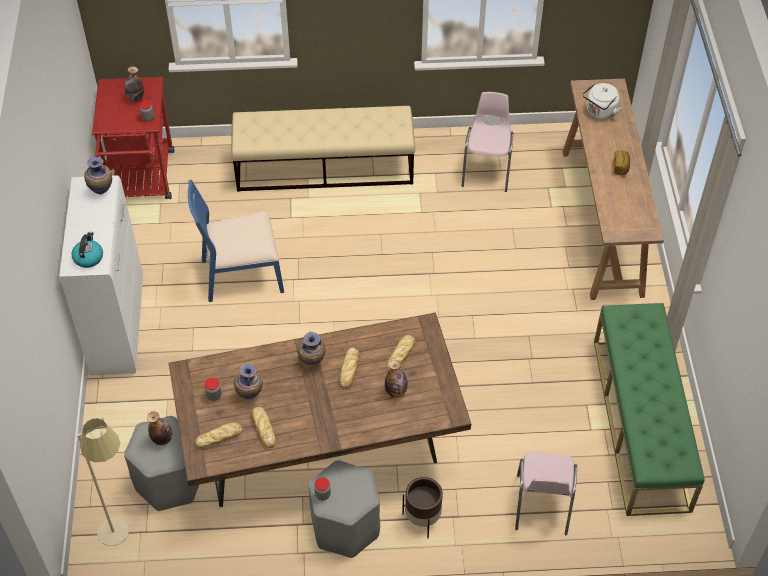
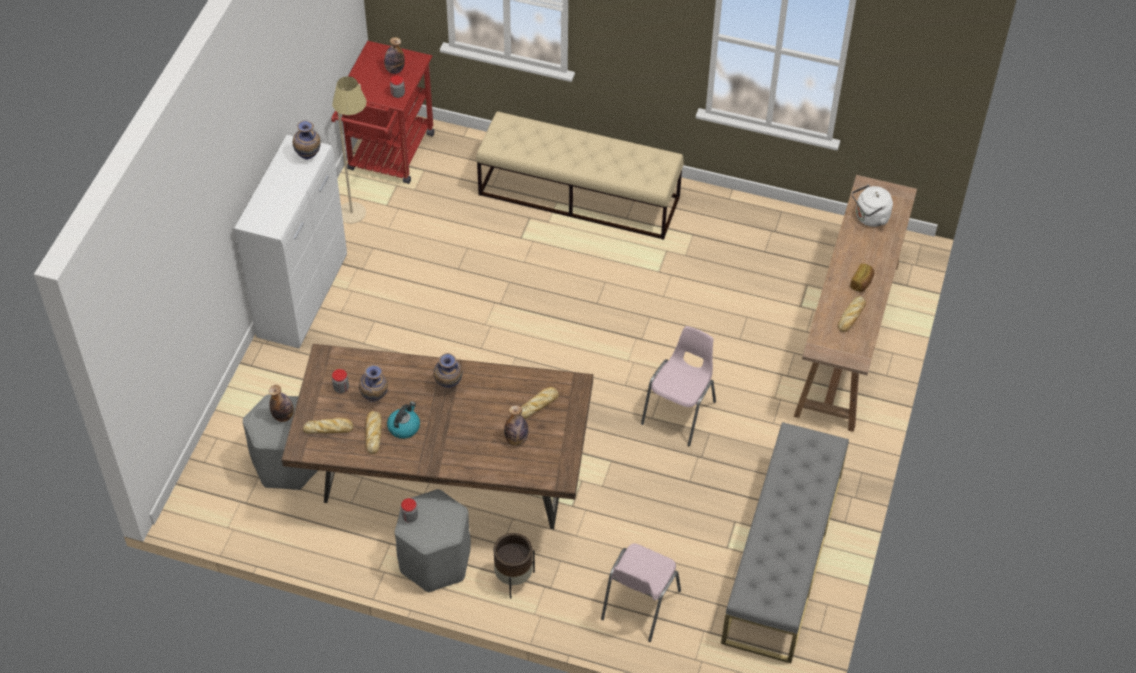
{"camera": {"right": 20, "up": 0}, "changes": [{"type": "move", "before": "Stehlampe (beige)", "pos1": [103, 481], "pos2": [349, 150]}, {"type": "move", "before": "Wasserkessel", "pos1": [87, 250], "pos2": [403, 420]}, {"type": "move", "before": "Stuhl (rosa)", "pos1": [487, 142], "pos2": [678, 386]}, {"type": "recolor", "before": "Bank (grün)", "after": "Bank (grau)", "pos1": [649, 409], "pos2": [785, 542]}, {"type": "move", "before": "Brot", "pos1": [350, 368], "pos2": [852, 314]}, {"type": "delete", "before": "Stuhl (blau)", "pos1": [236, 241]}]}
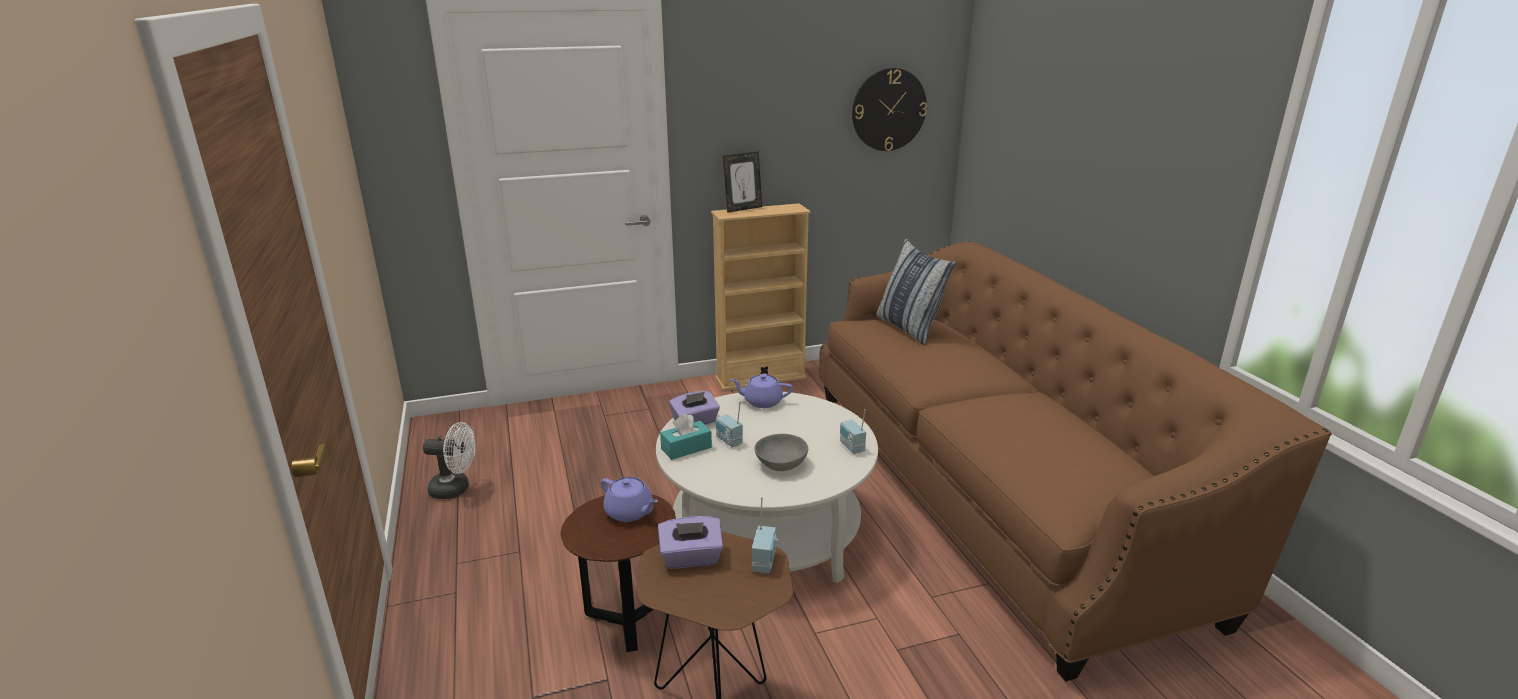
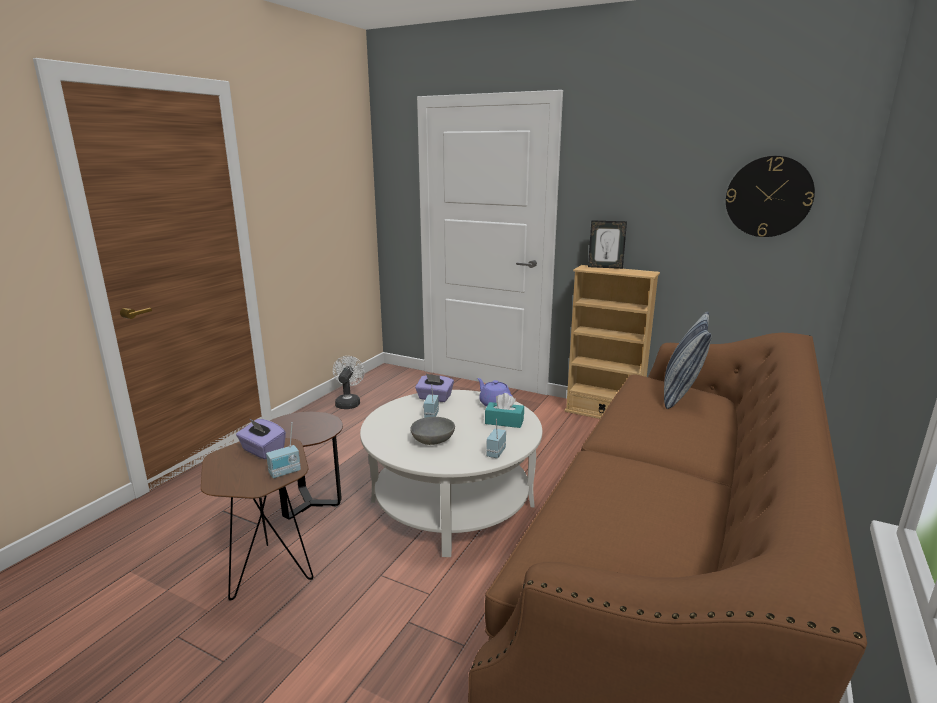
{"camera": {"right": 45, "up": -5}, "changes": [{"type": "rotate", "before": "Ventilator (weiß)", "pos1": [449, 460], "pos2": [349, 382], "turn": -135}, {"type": "move", "before": "Taschentuchbox (türkis)", "pos1": [686, 436], "pos2": [504, 410]}, {"type": "delete", "before": "Teekanne (lila)", "pos1": [629, 499]}]}
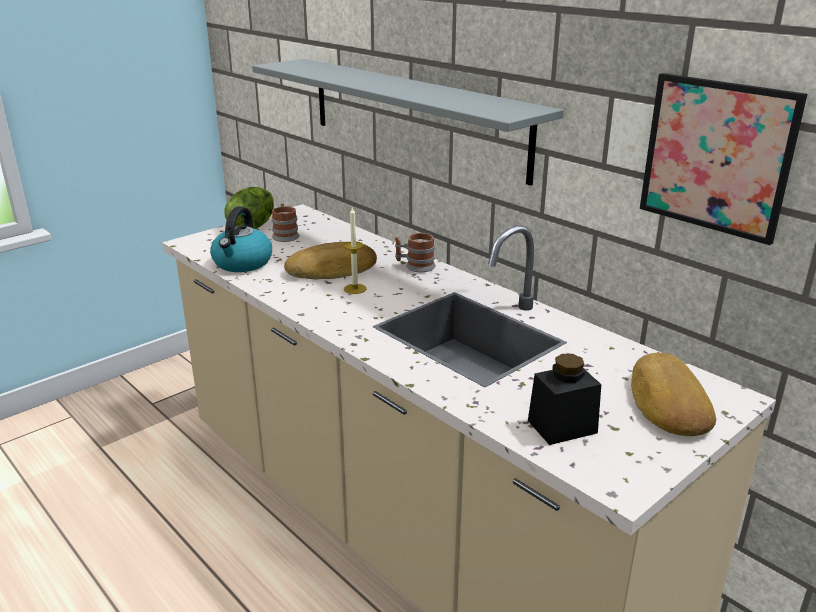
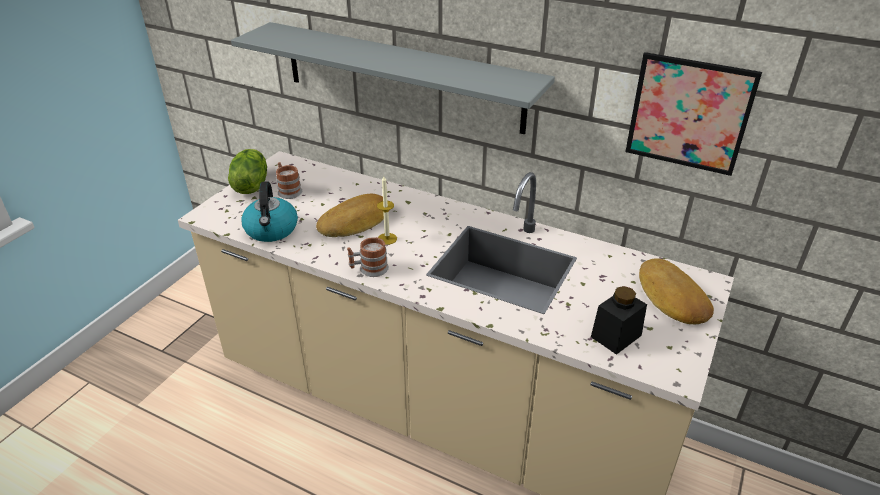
{"camera": {"right": -20, "up": 10}, "changes": [{"type": "move", "before": "Henkelbecher", "pos1": [415, 252], "pos2": [368, 257]}]}
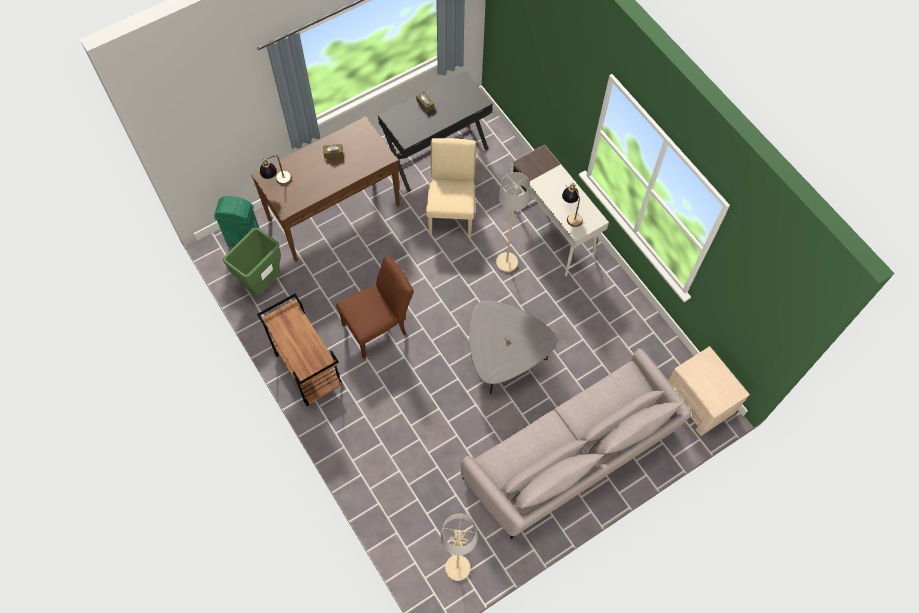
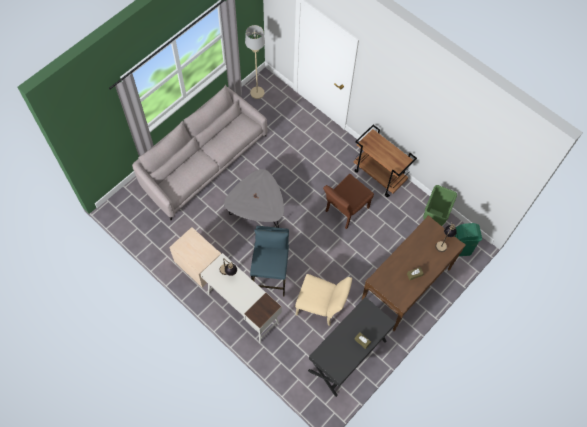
{"camera": {"right": 165, "up": 0}, "changes": [{"type": "move", "before": "Nachttisch (beige)", "pos1": [709, 391], "pos2": [195, 257]}, {"type": "replace", "before": "Stehlampe (beige)", "after": "Hocker (blau)", "pos1": [513, 222], "pos2": [269, 261]}, {"type": "rotate", "before": "Stuhl (beige)", "pos1": [451, 187], "pos2": [323, 300], "turn": -60}]}
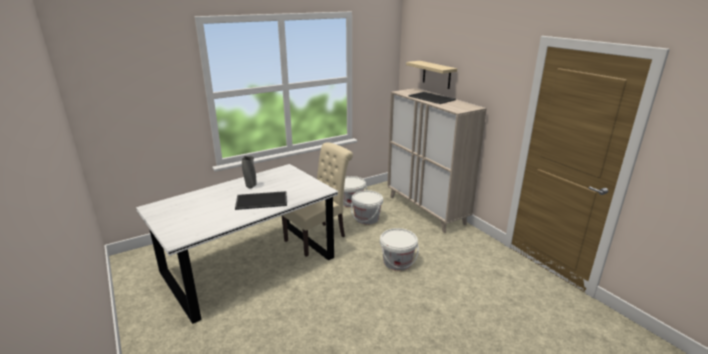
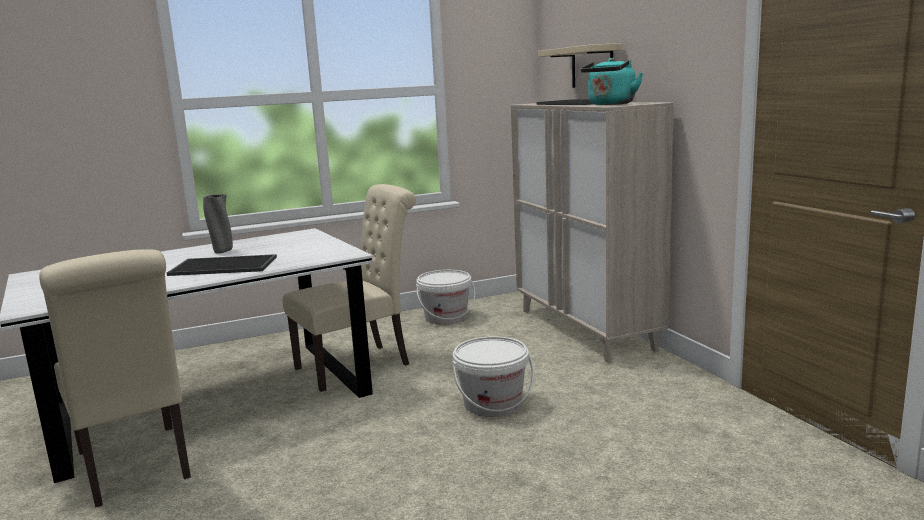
{"camera": {"right": 10, "up": -10}, "changes": [{"type": "insert", "after": "Stuhl (beige)", "pos2": [115, 378]}, {"type": "insert", "after": "Wasserkessel (türkis)", "pos2": [612, 81]}, {"type": "delete", "before": "Eimer (weiß)", "pos1": [367, 207]}]}
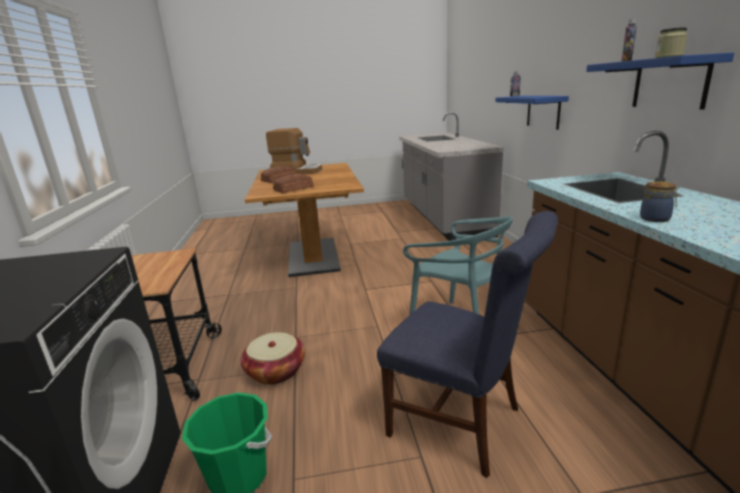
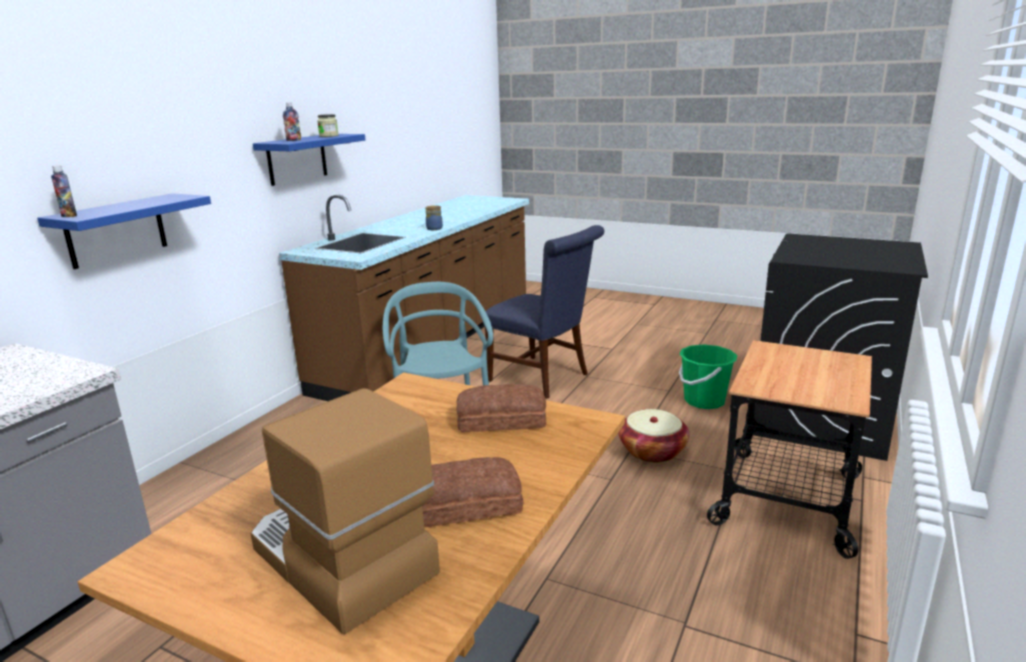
{"camera": {"right": -145, "up": 0}, "changes": [{"type": "rotate", "before": "Stuhl (blau)", "pos1": [467, 344], "pos2": [543, 312], "turn": 150}]}
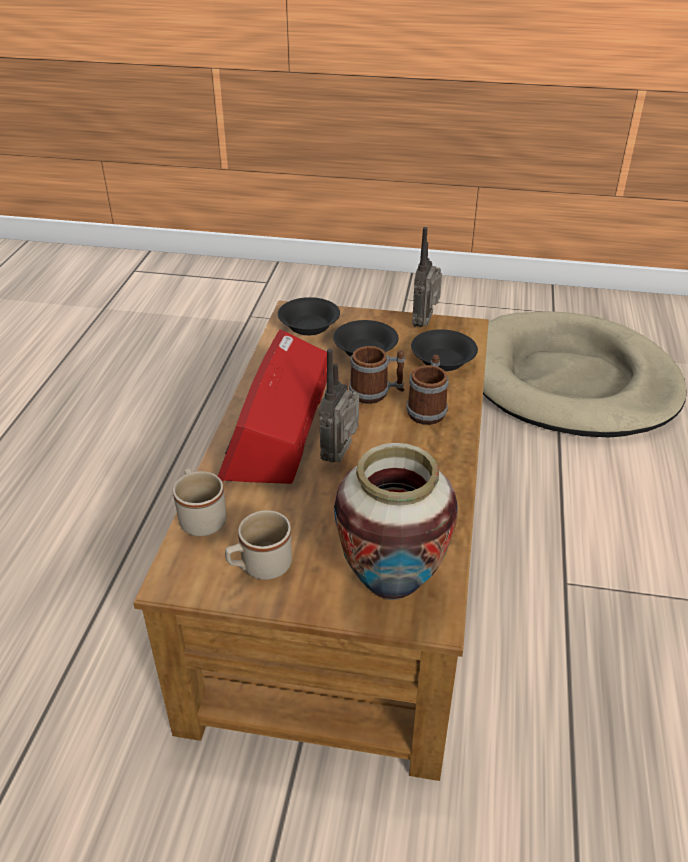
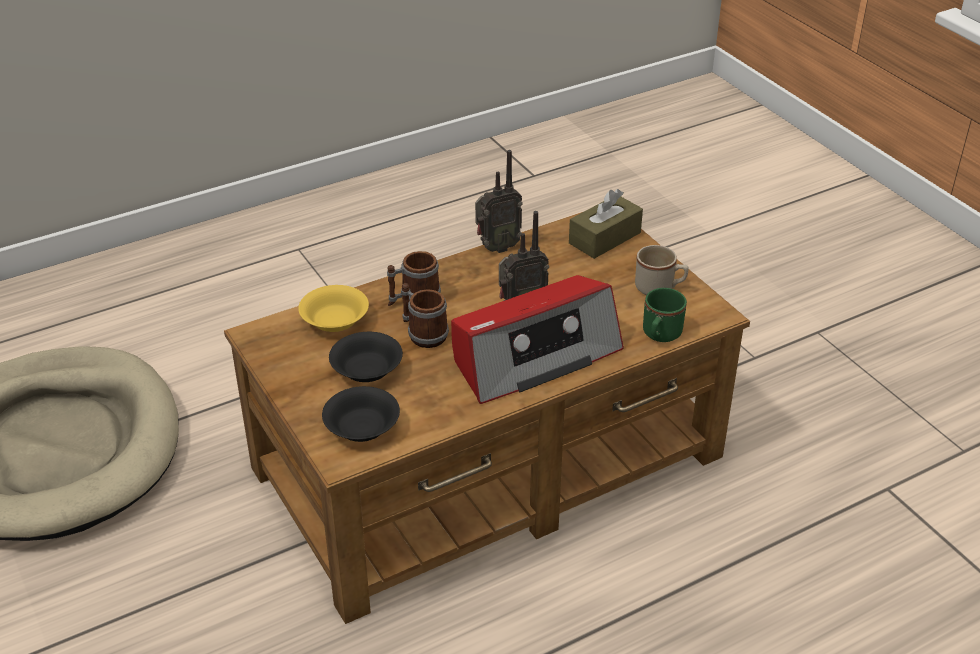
{"camera": {"right": -130, "up": 0}, "changes": [{"type": "recolor", "before": "Schüssel (schwarz)", "after": "Schüssel (gelb)", "pos1": [444, 350], "pos2": [333, 308]}, {"type": "move", "before": "Radio", "pos1": [427, 277], "pos2": [499, 201]}, {"type": "replace", "before": "Vase", "after": "Taschentuchbox (braun)", "pos1": [396, 521], "pos2": [606, 224]}, {"type": "recolor", "before": "Henkelbecher (beige)", "after": "Henkelbecher (grün)", "pos1": [199, 502], "pos2": [665, 315]}]}
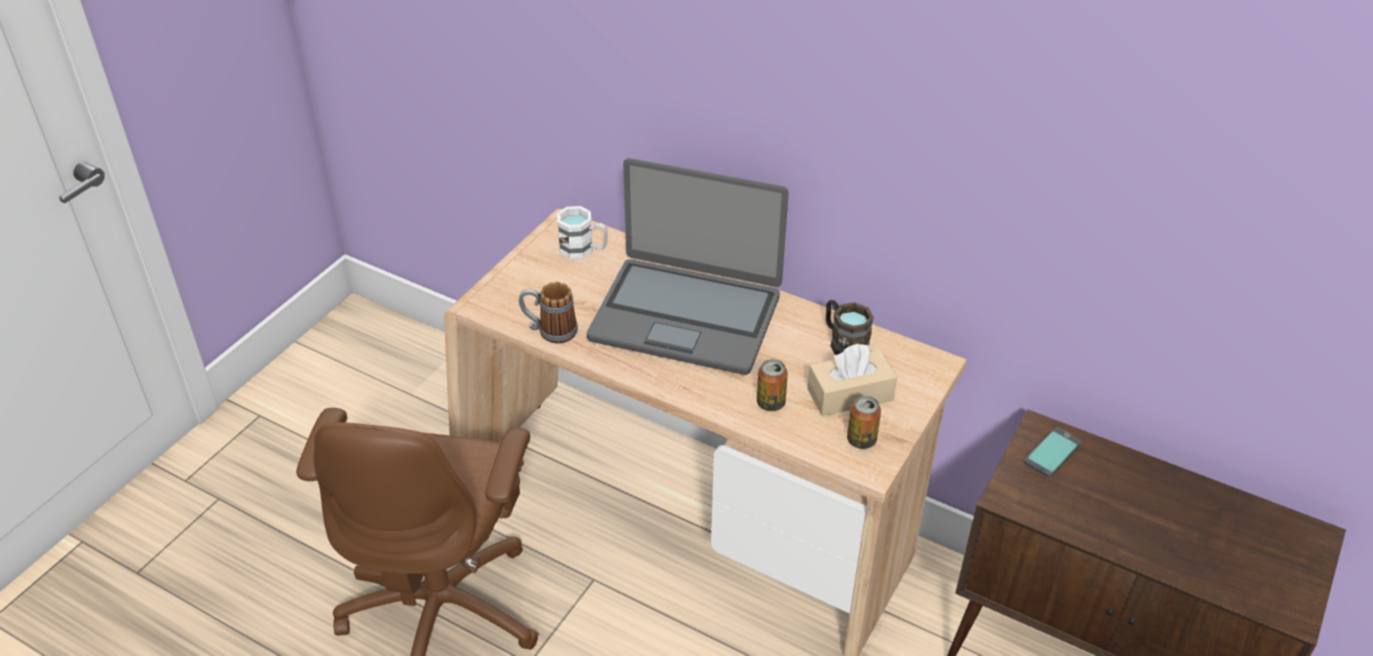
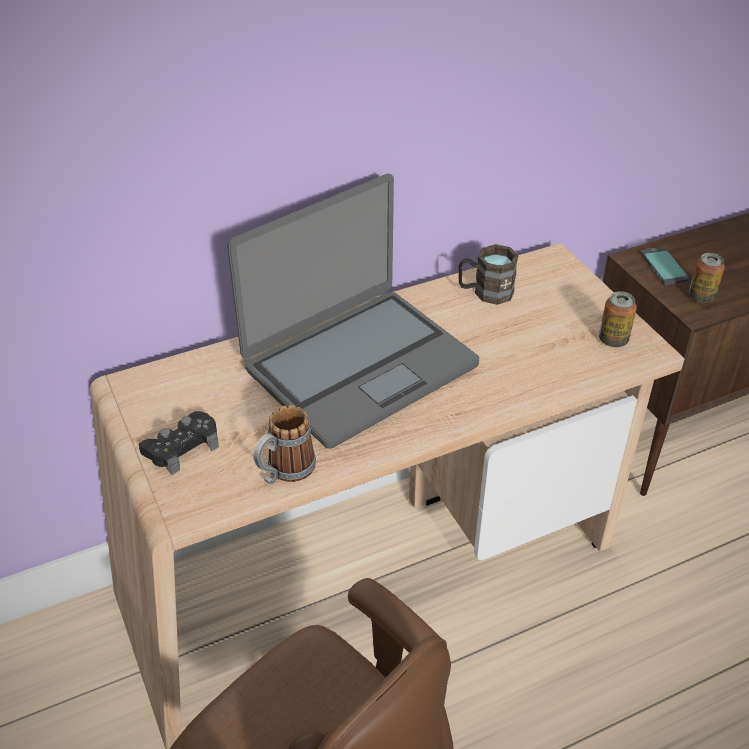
{"camera": {"right": -55, "up": 0}, "changes": [{"type": "insert", "after": "Gamepad (schwarz)", "pos2": [179, 443]}, {"type": "move", "before": "Dose", "pos1": [772, 385], "pos2": [707, 278]}, {"type": "delete", "before": "Henkelbecher (weiß)", "pos1": [582, 232]}, {"type": "delete", "before": "Taschentuchbox (beige)", "pos1": [852, 379]}]}
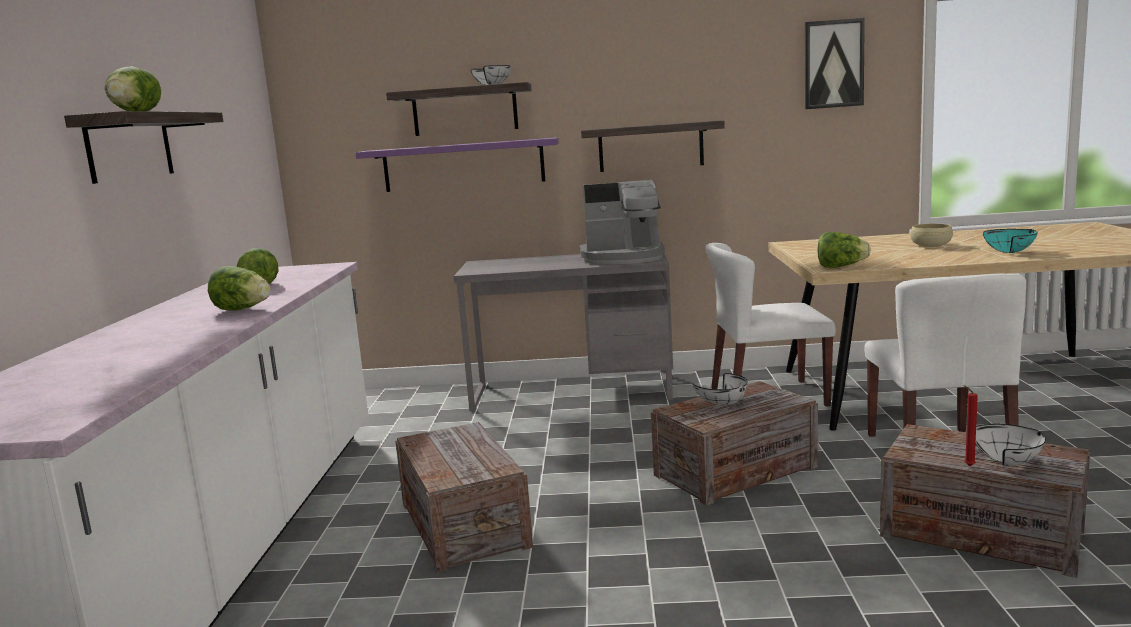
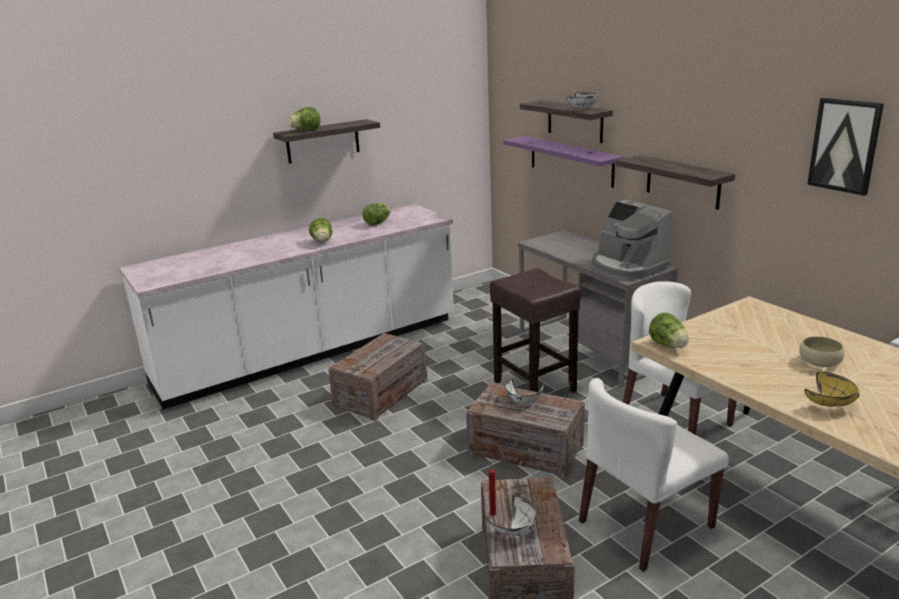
{"camera": {"right": 55, "up": 10}, "changes": [{"type": "insert", "after": "Hocker (braun)", "pos2": [535, 331]}, {"type": "recolor", "before": "Schüssel (türkis)", "after": "Schüssel (gelb)", "pos1": [1010, 241], "pos2": [832, 389]}]}
